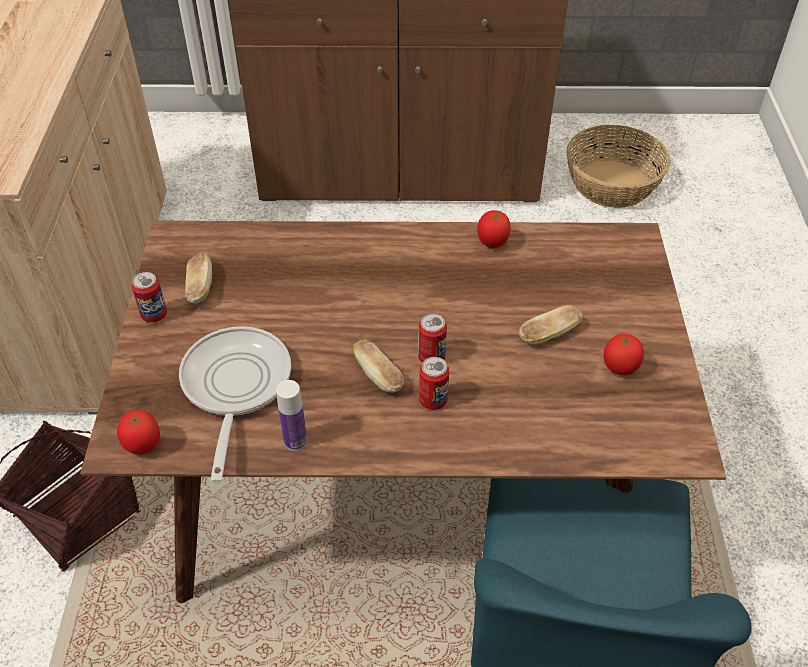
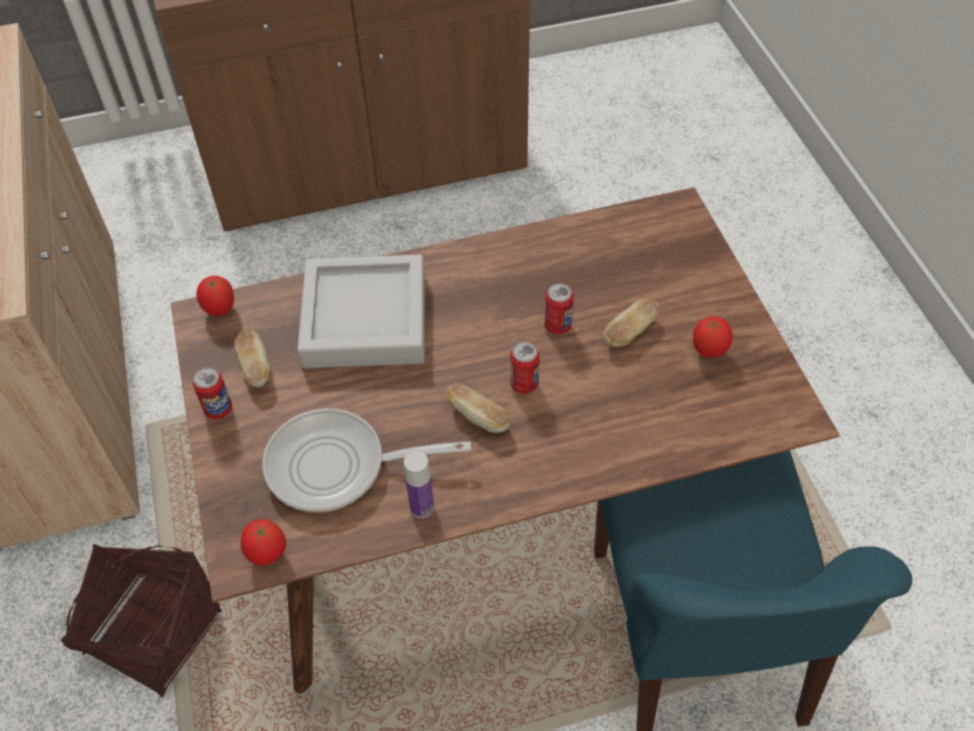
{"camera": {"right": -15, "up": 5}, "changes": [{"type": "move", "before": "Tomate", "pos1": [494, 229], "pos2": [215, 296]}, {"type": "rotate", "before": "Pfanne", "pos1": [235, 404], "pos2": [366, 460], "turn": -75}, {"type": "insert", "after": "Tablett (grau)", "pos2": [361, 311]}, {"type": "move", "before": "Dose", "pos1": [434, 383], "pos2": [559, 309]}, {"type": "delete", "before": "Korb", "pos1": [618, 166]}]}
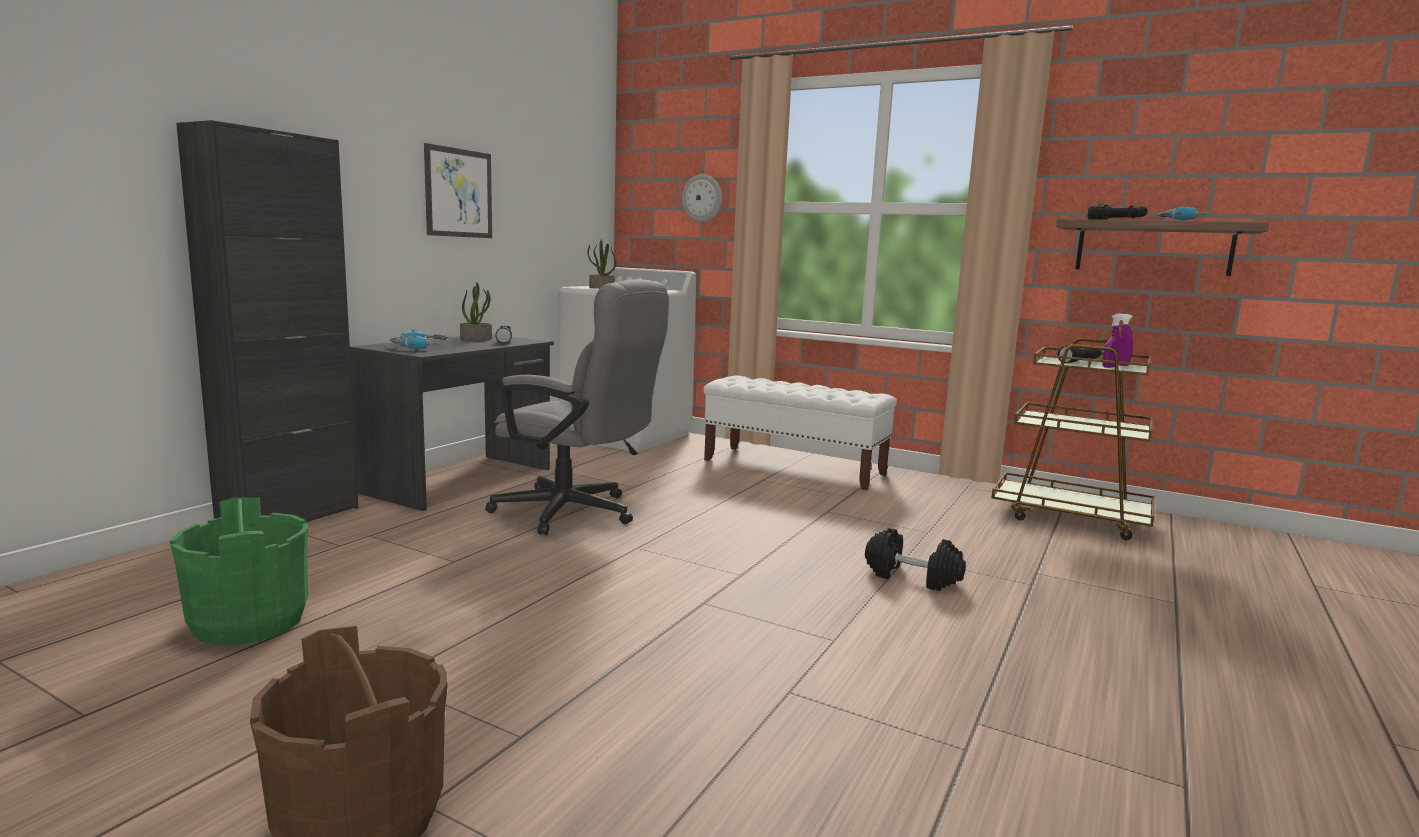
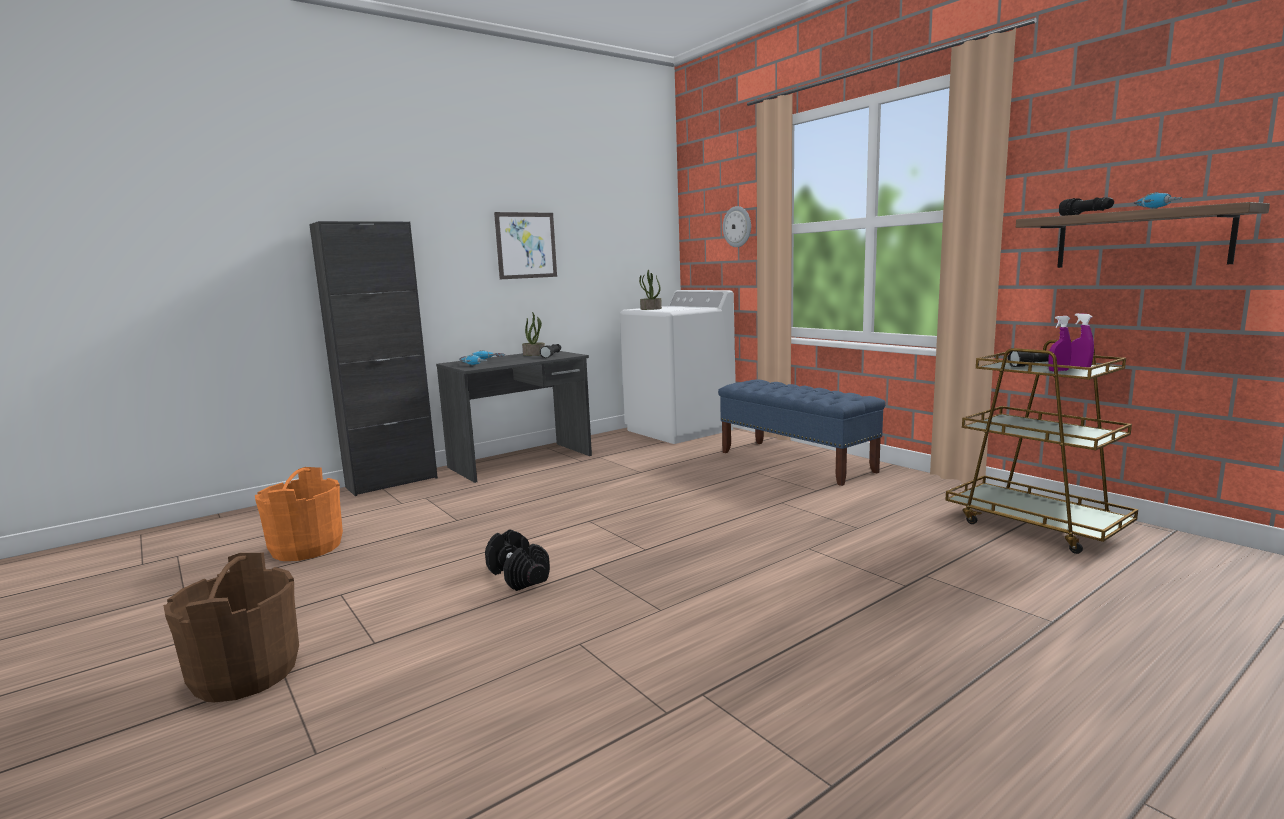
{"camera": {"right": 25, "up": 0}, "changes": [{"type": "recolor", "before": "Eimer (grün)", "after": "Eimer (orange)", "pos1": [239, 571], "pos2": [299, 514]}, {"type": "move", "before": "Hantel (schwarz)", "pos1": [915, 559], "pos2": [517, 560]}, {"type": "recolor", "before": "Bank (weiß)", "after": "Bank (blau)", "pos1": [800, 432], "pos2": [802, 432]}, {"type": "delete", "before": "Bürostuhl (grau)", "pos1": [577, 407]}]}
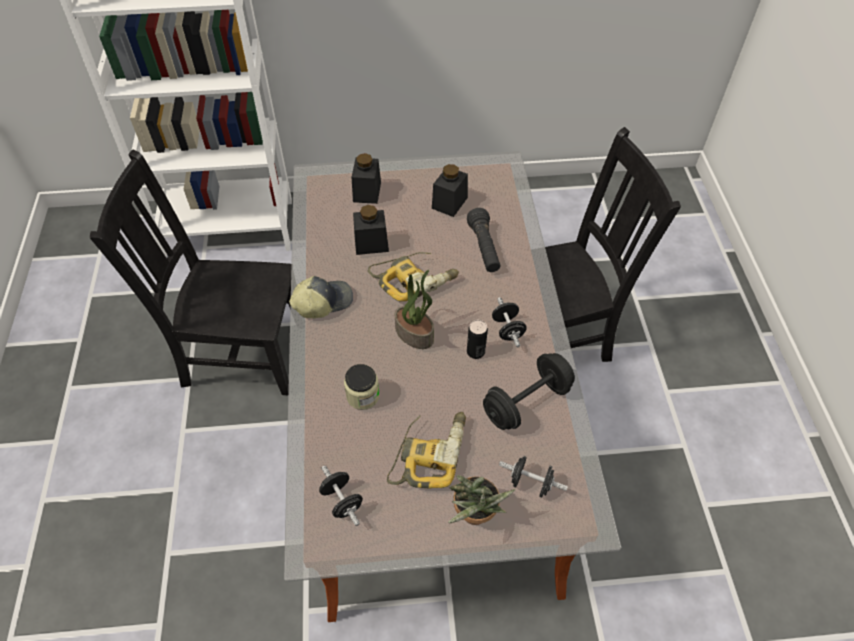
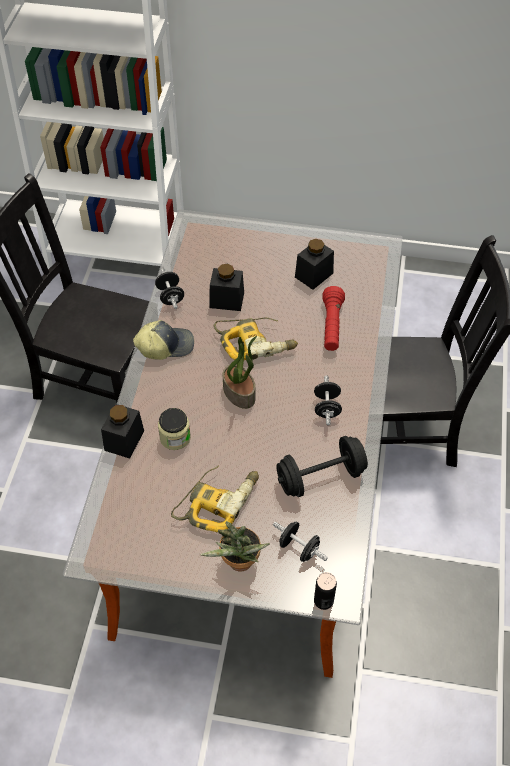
{"camera": {"right": 15, "up": 0}, "changes": [{"type": "move", "before": "Vorratsglas (schwarz)", "pos1": [366, 178], "pos2": [122, 431]}, {"type": "move", "before": "Hantel (schwarz)", "pos1": [341, 496], "pos2": [169, 289]}, {"type": "move", "before": "Dose", "pos1": [477, 339], "pos2": [325, 591]}, {"type": "recolor", "before": "Taschenlampe (schwarz)", "after": "Taschenlampe (rot)", "pos1": [483, 240], "pos2": [333, 318]}]}
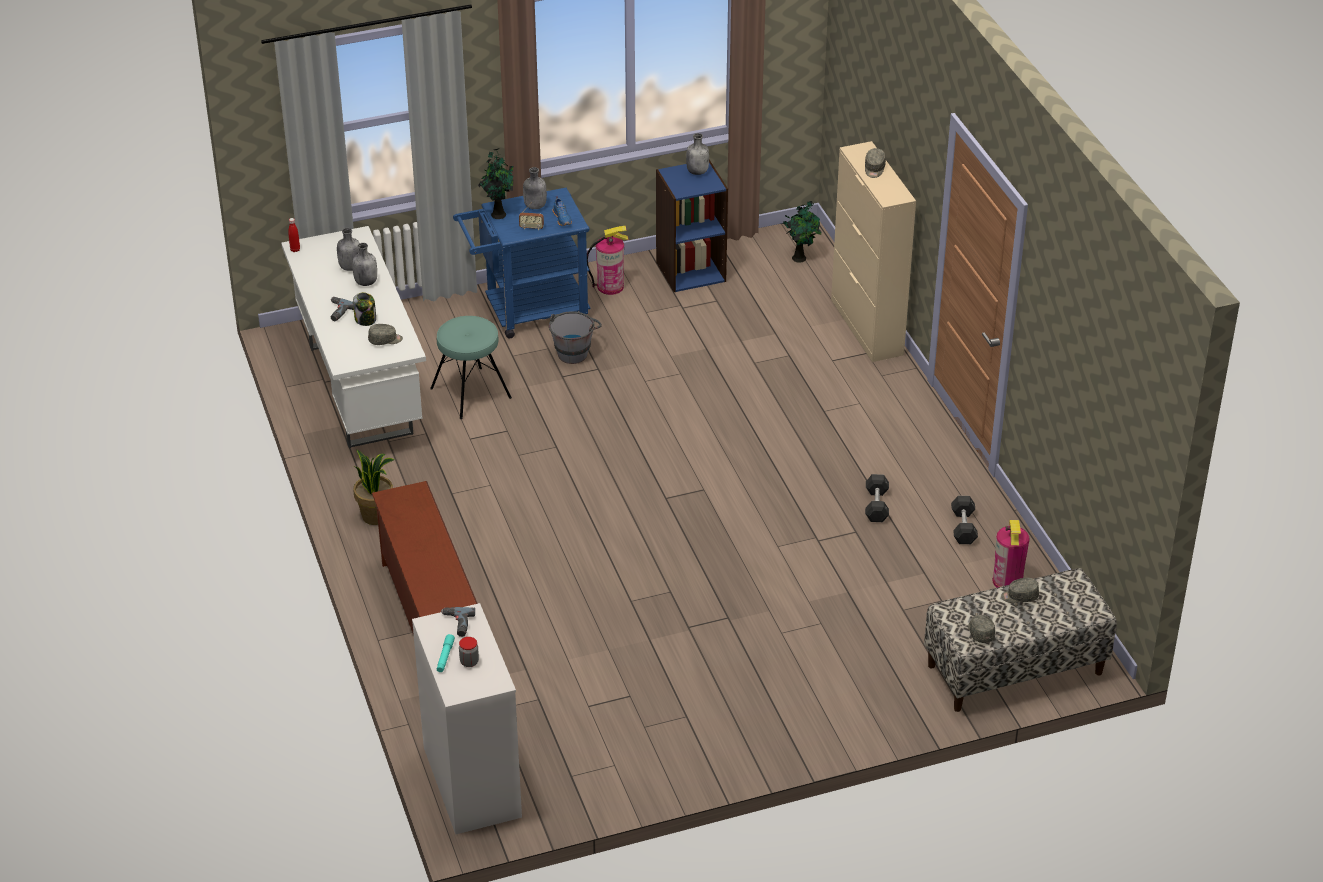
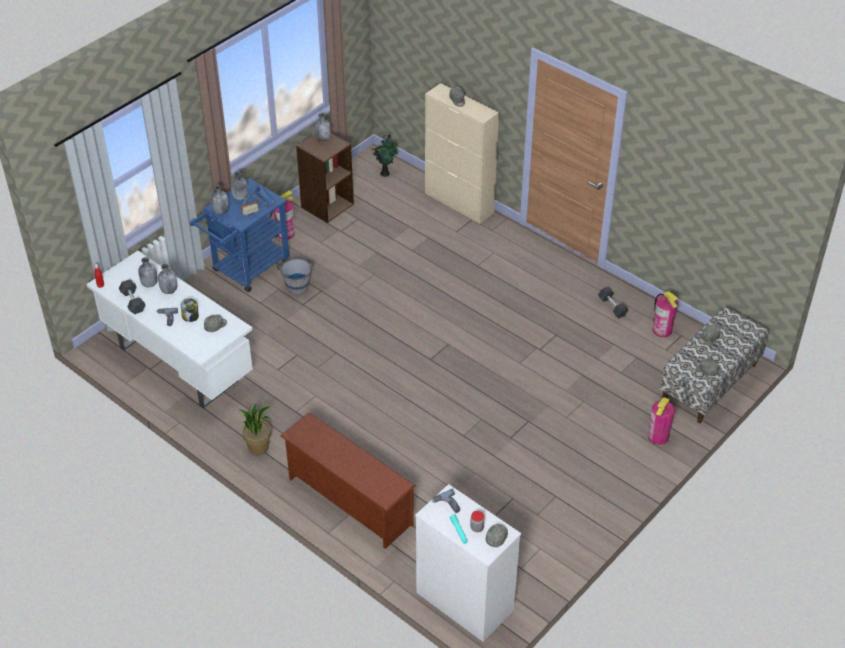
{"camera": {"right": -30, "up": 5}, "changes": [{"type": "move", "before": "Hantel (grau)", "pos1": [877, 498], "pos2": [132, 296]}, {"type": "replace", "before": "Topfpflanze", "after": "Flasche (grau)", "pos1": [495, 183], "pos2": [220, 199]}, {"type": "recolor", "before": "Bücherregal (blau)", "after": "Bücherregal (braun)", "pos1": [692, 226], "pos2": [325, 178]}, {"type": "insert", "after": "Kappe (grau)", "pos2": [497, 535]}, {"type": "insert", "after": "Feuerlöscher", "pos2": [661, 421]}, {"type": "delete", "before": "Hocker (türkis)", "pos1": [471, 367]}]}
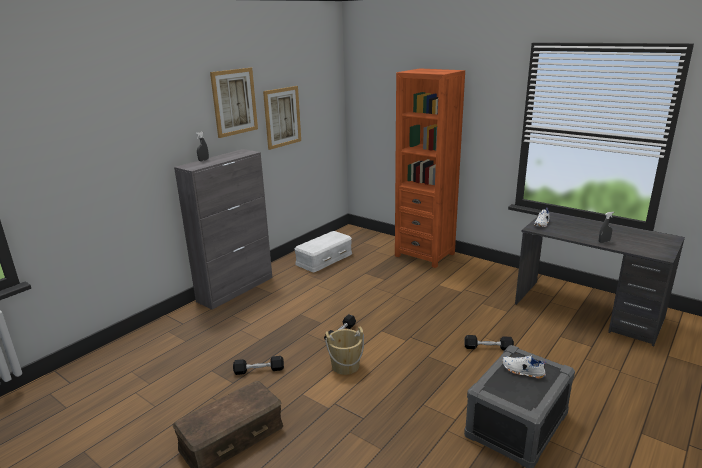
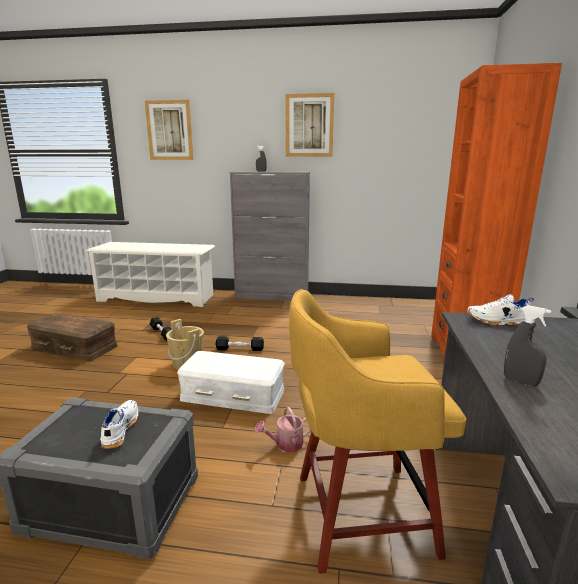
{"camera": {"right": 60, "up": -5}, "changes": [{"type": "insert", "after": "Schuhregal (weiß)", "pos2": [150, 274]}, {"type": "move", "before": "Bild", "pos1": [282, 118], "pos2": [169, 130]}, {"type": "move", "before": "Aufbewahrungsbox (weiß)", "pos1": [323, 251], "pos2": [231, 382]}, {"type": "replace", "before": "Hantel (schwarz)", "after": "Gießkanne", "pos1": [489, 343], "pos2": [283, 429]}, {"type": "insert", "after": "Hocker (gelb)", "pos2": [377, 431]}]}
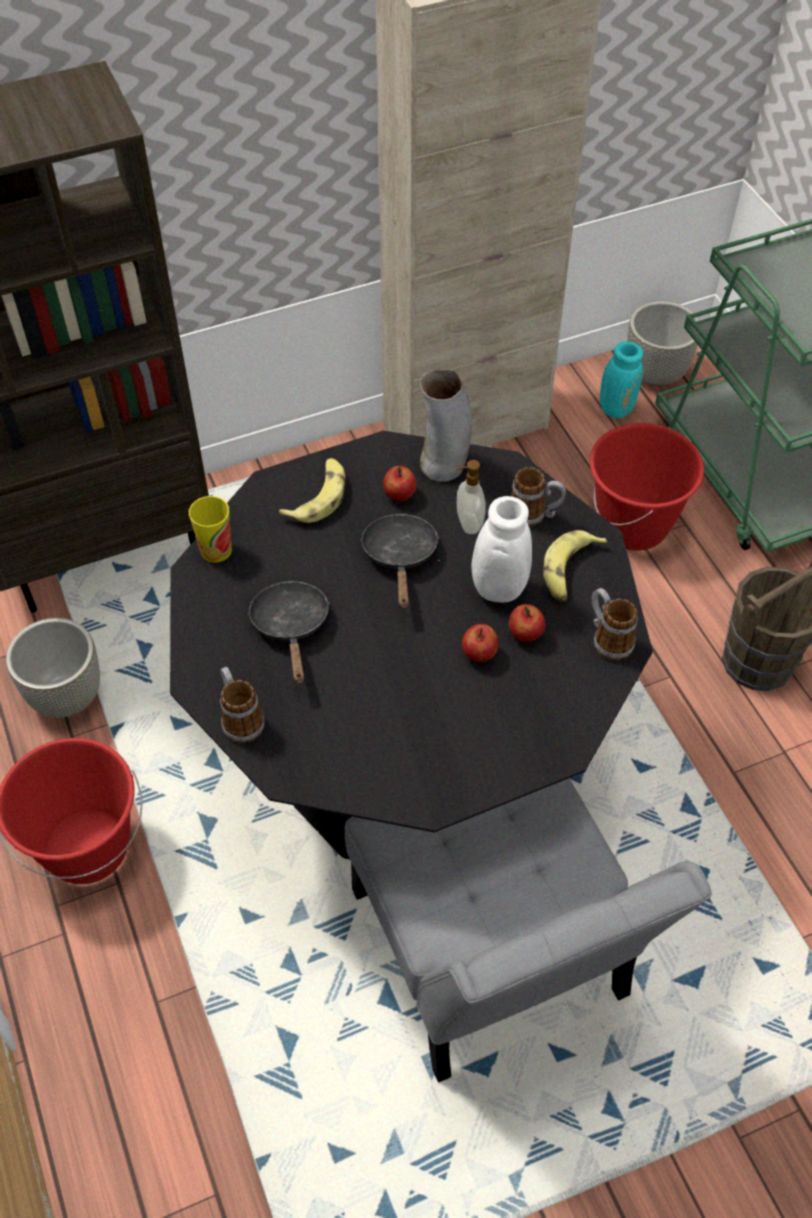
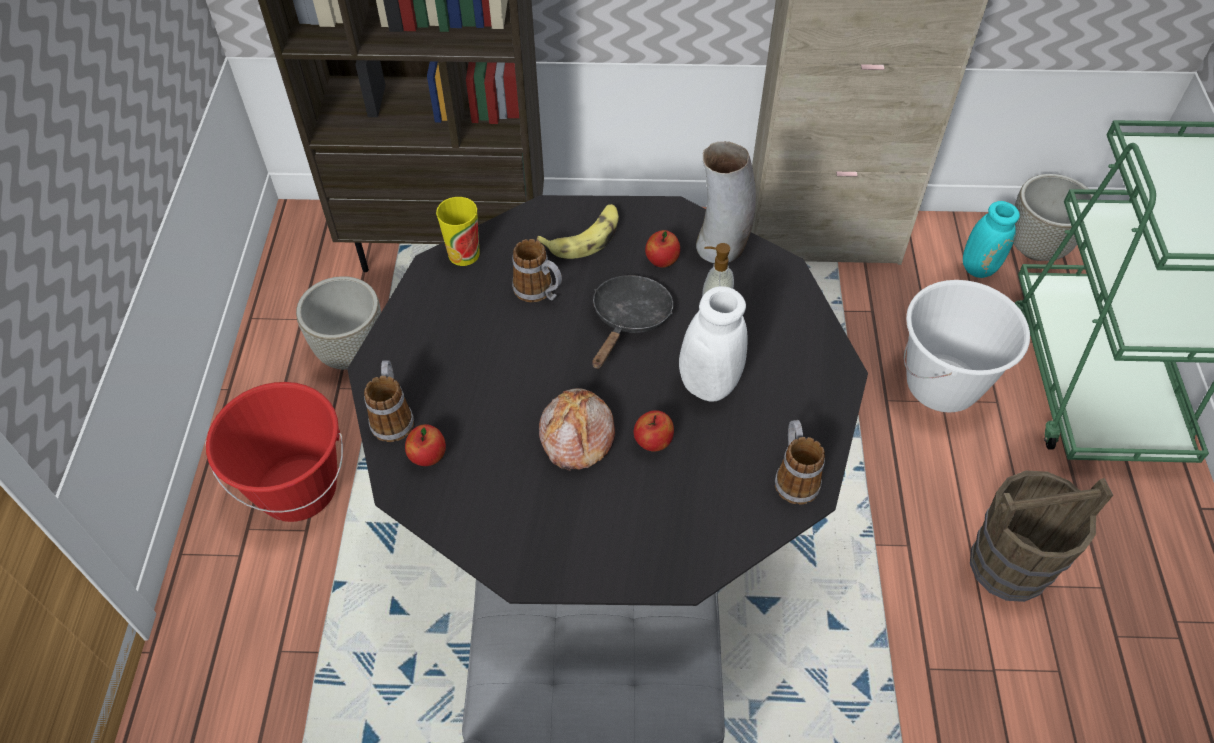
{"camera": {"right": 25, "up": 0}, "changes": [{"type": "move", "before": "Apfel", "pos1": [527, 623], "pos2": [425, 445]}, {"type": "move", "before": "Henkelbecher", "pos1": [538, 497], "pos2": [537, 270]}, {"type": "insert", "after": "Brot", "pos2": [577, 429]}, {"type": "recolor", "before": "Eimer (rot)", "after": "Eimer (weiß)", "pos1": [647, 487], "pos2": [967, 346]}, {"type": "delete", "before": "Pfanne (schwarz)", "pos1": [288, 632]}, {"type": "delete", "before": "Banane", "pos1": [575, 565]}]}
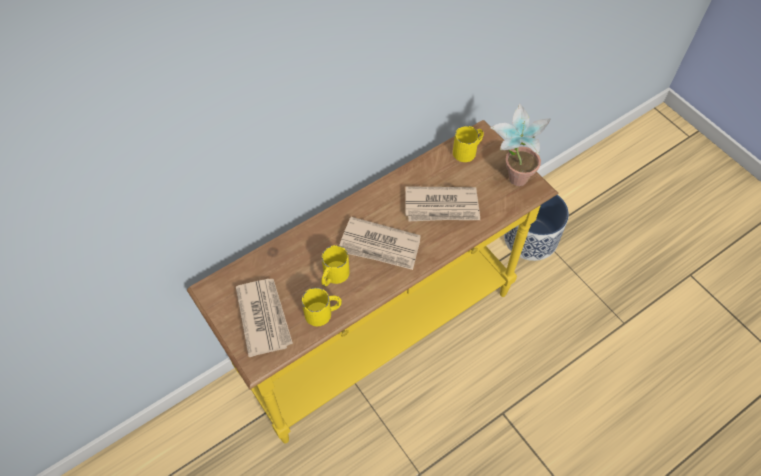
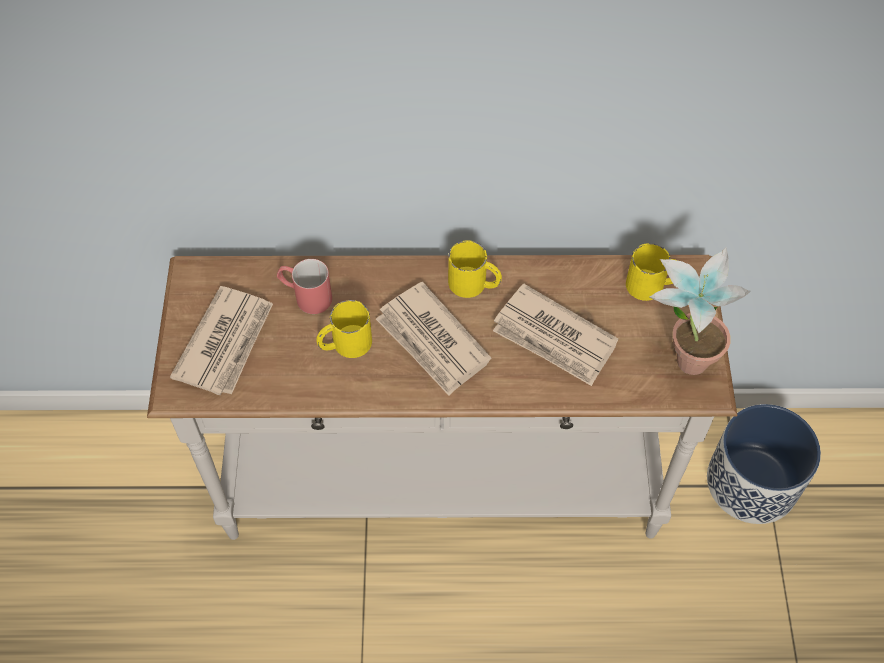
{"camera": {"right": 35, "up": 0}, "changes": [{"type": "recolor", "before": "Konsolentisch (gelb)", "after": "Konsolentisch (weiß)", "pos1": [372, 281], "pos2": [442, 397]}, {"type": "insert", "after": "Henkelbecher (rot)", "pos2": [304, 286]}, {"type": "move", "before": "Henkelbecher (gelb)", "pos1": [322, 306], "pos2": [475, 269]}]}
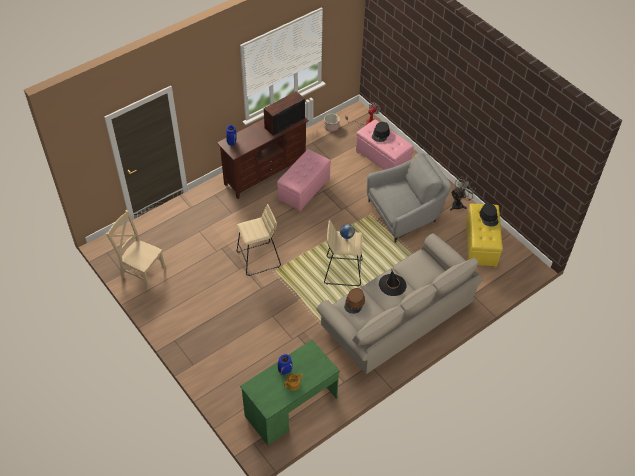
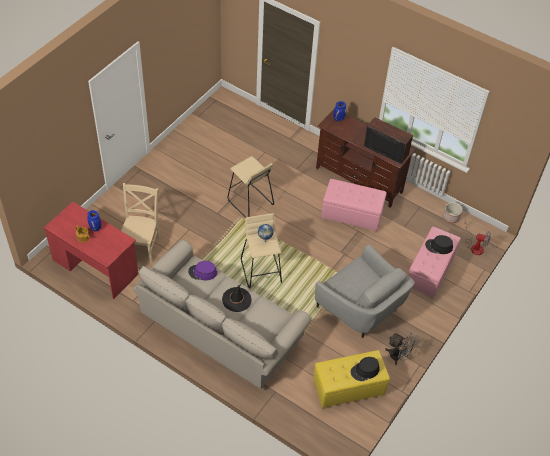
{"camera": {"right": 70, "up": 0}, "changes": [{"type": "recolor", "before": "Schreibtisch (grün)", "after": "Schreibtisch (rot)", "pos1": [290, 393], "pos2": [91, 250]}, {"type": "move", "before": "Stuhl (beige)", "pos1": [135, 250], "pos2": [141, 222]}, {"type": "recolor", "before": "Hut (braun)", "after": "Hut (lila)", "pos1": [354, 301], "pos2": [202, 271]}]}
